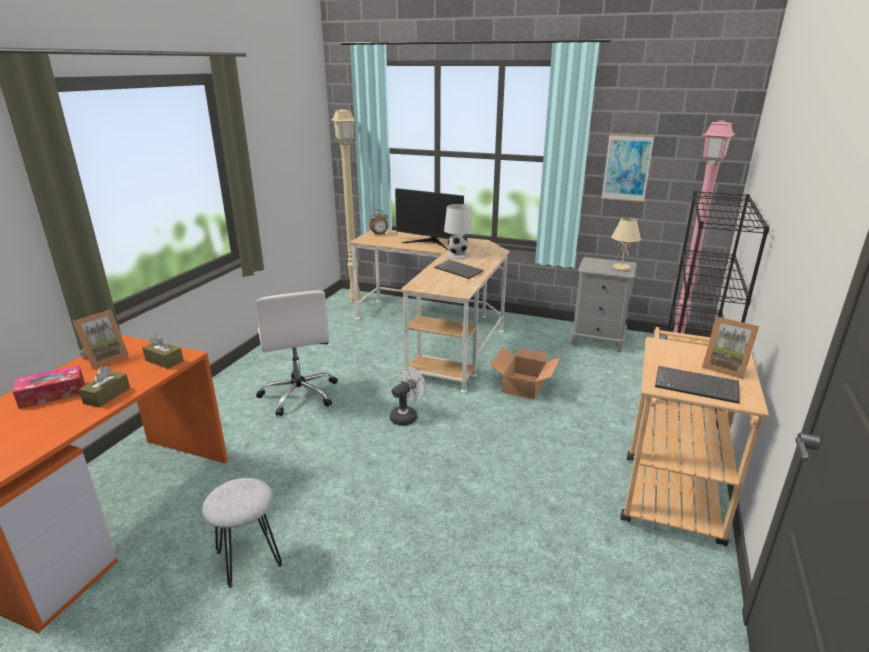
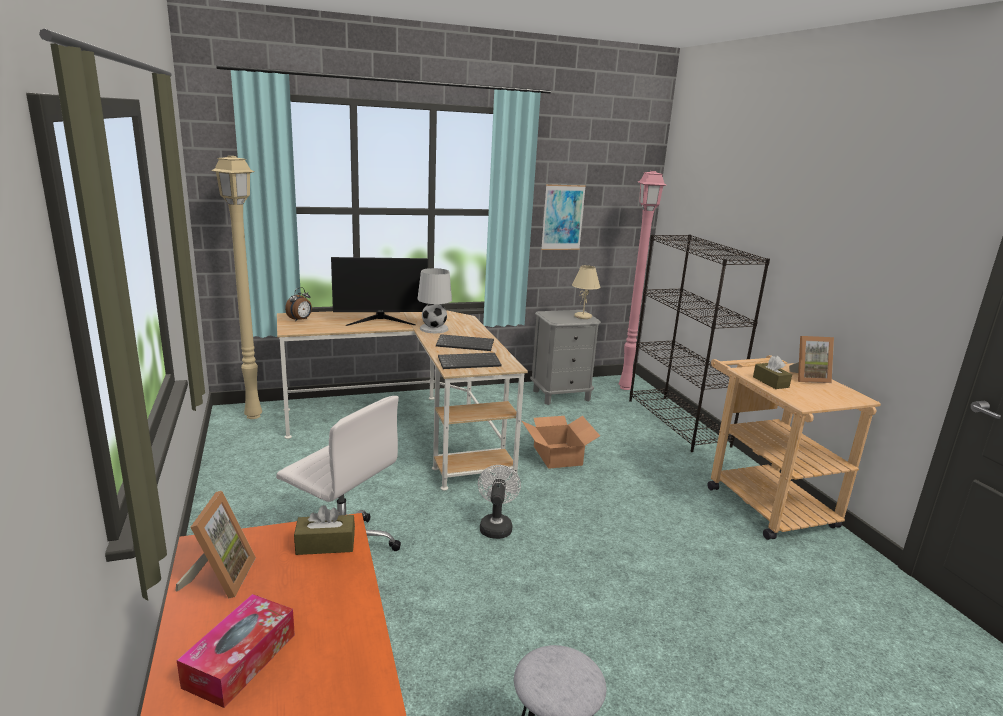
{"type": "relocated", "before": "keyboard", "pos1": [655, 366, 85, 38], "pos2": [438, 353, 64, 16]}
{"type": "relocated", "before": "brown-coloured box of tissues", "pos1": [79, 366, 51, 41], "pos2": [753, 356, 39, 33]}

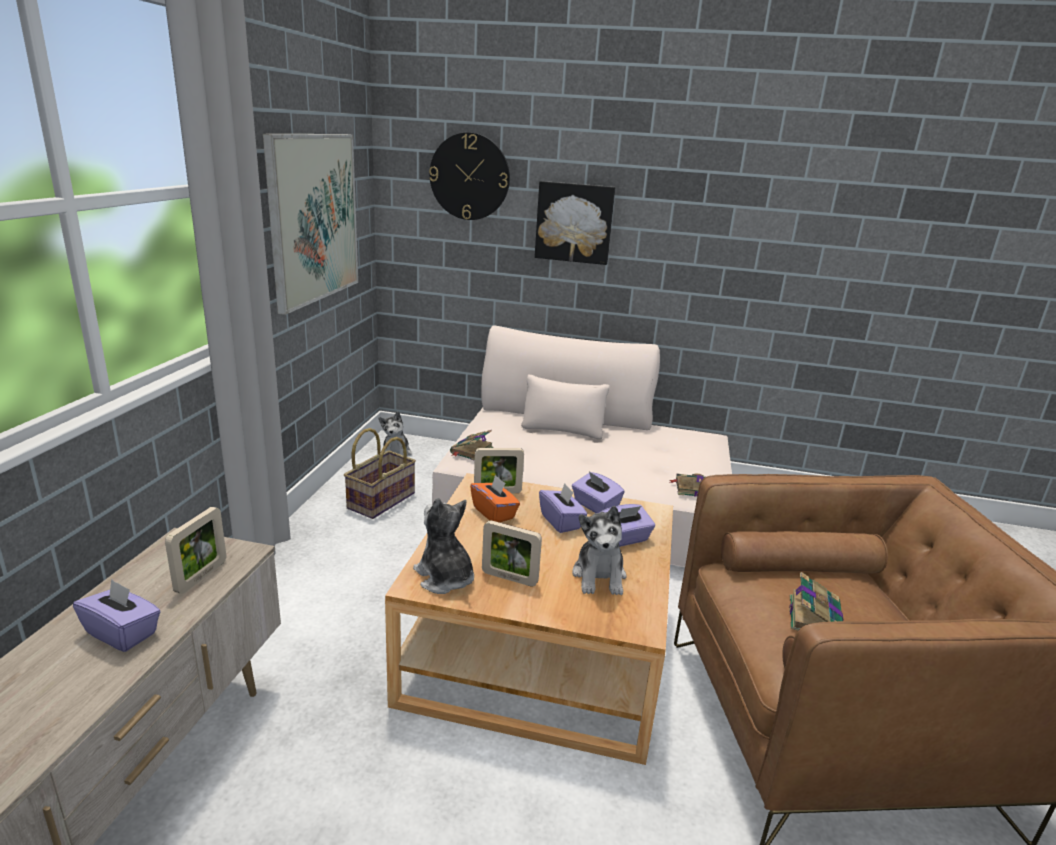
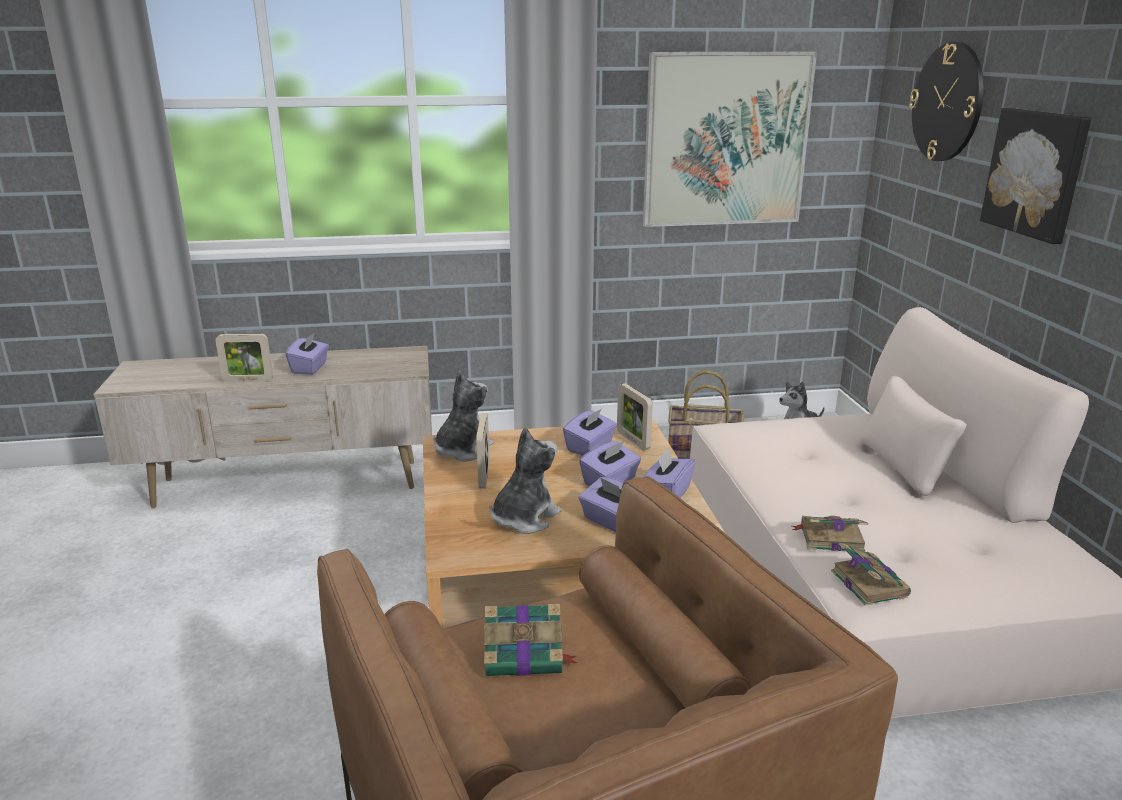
{"type": "relocated", "before": "photo frame", "pos1": [165, 507, 61, 87], "pos2": [215, 334, 58, 49]}
{"type": "spun", "before": "soft toy", "pos1": [572, 506, 55, 89], "pos2": [490, 427, 72, 107], "turn": 150}
{"type": "colour", "before": "orange-coloured box of tissues", "after": "purplish box of tissues", "pos1": [470, 474, 50, 49], "pos2": [563, 409, 54, 47]}
{"type": "relocated", "before": "book", "pos1": [450, 430, 44, 31], "pos2": [792, 516, 76, 35]}

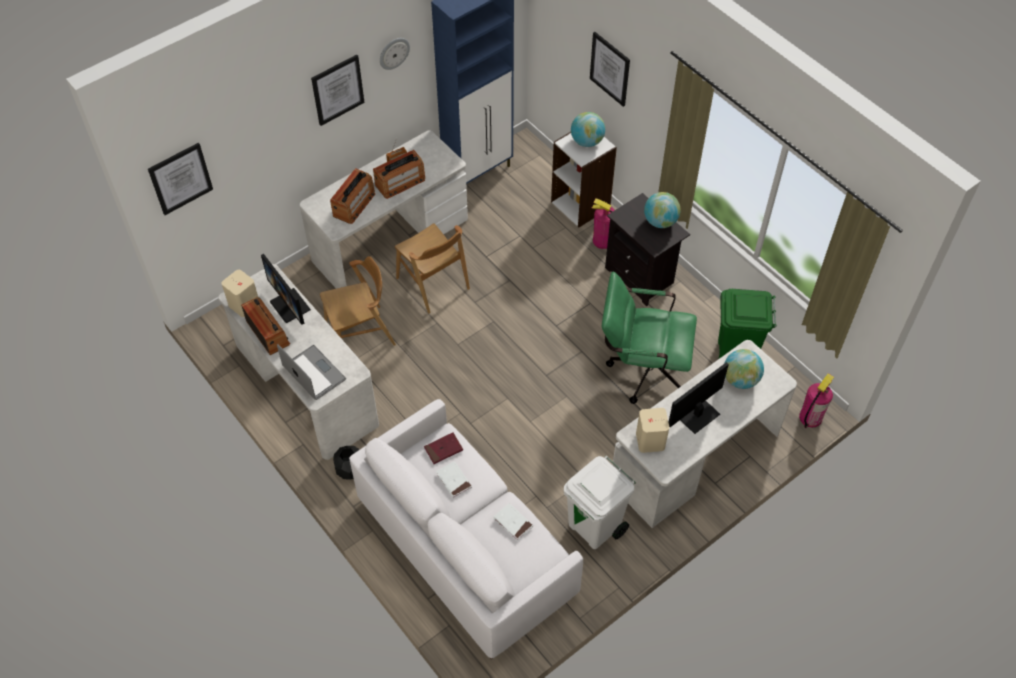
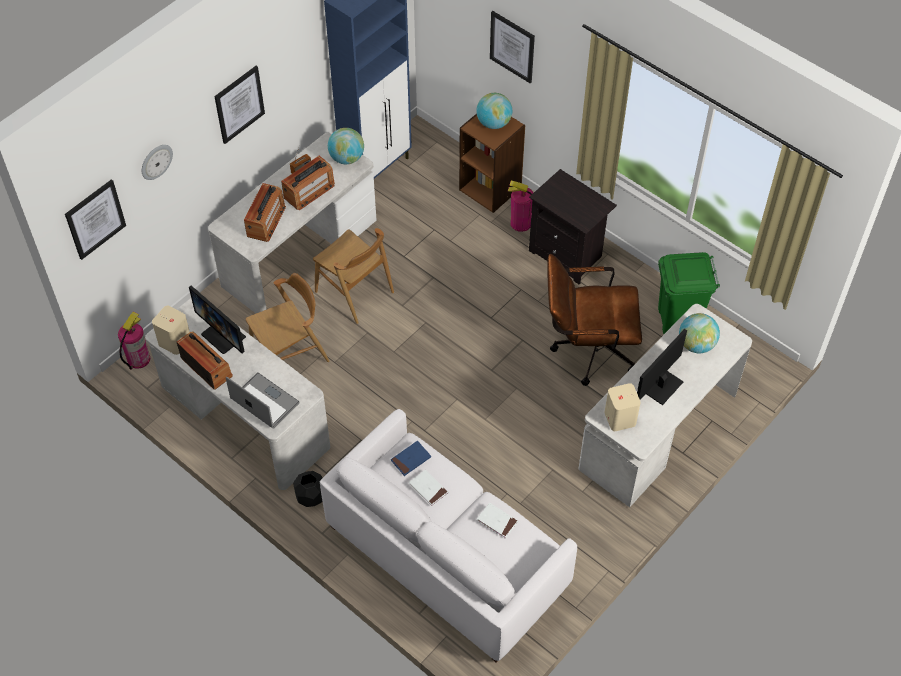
{"type": "relocated", "before": "extinguisher", "pos1": [799, 374, 35, 54], "pos2": [118, 312, 32, 58]}
{"type": "relocated", "before": "hanging clock", "pos1": [380, 38, 30, 32], "pos2": [142, 145, 31, 35]}
{"type": "relocated", "before": "globe", "pos1": [644, 192, 37, 36], "pos2": [328, 128, 36, 36]}
{"type": "colour", "before": "red book", "after": "blue book", "pos1": [424, 432, 39, 32], "pos2": [391, 441, 40, 35]}
{"type": "colour", "before": "whitish shelving unit", "after": "brown-coloured shelving unit", "pos1": [551, 132, 66, 96], "pos2": [459, 114, 66, 99]}
{"type": "colour", "before": "green-coloured desk chair", "after": "brown-coloured desk chair", "pos1": [602, 271, 95, 133], "pos2": [547, 254, 95, 132]}
{"type": "missing", "before": "whitish trash can", "pos1": [564, 455, 72, 94]}

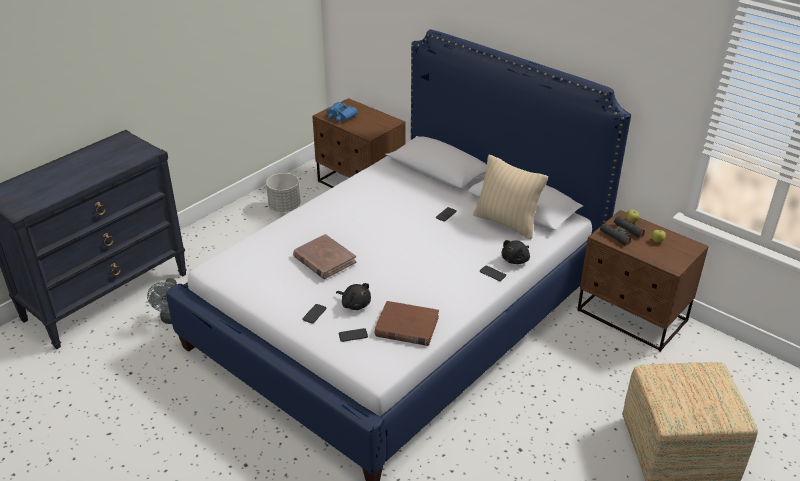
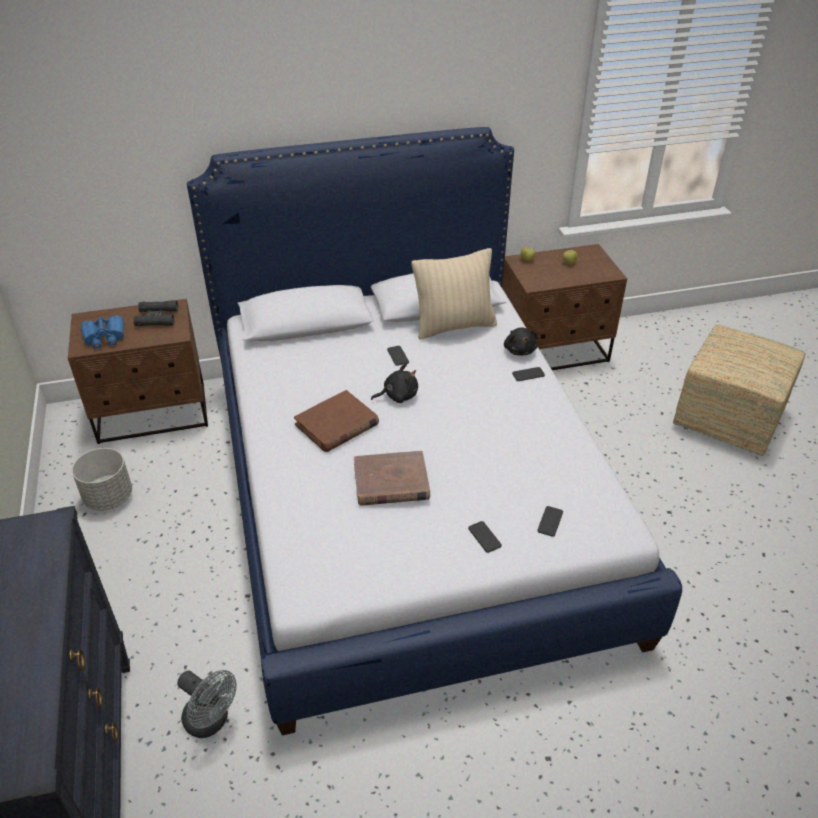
{"type": "relocated", "before": "blackish field glasses", "pos1": [600, 216, 45, 30], "pos2": [133, 300, 45, 26]}
{"type": "relocated", "before": "brown-coloured book", "pos1": [375, 301, 64, 45], "pos2": [294, 390, 85, 62]}
{"type": "relocated", "before": "blackish soft toy", "pos1": [336, 283, 35, 27], "pos2": [371, 364, 47, 39]}

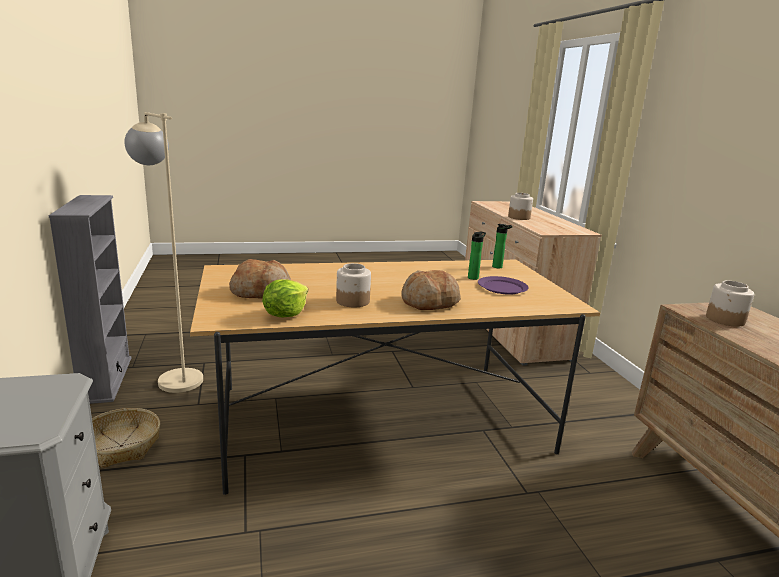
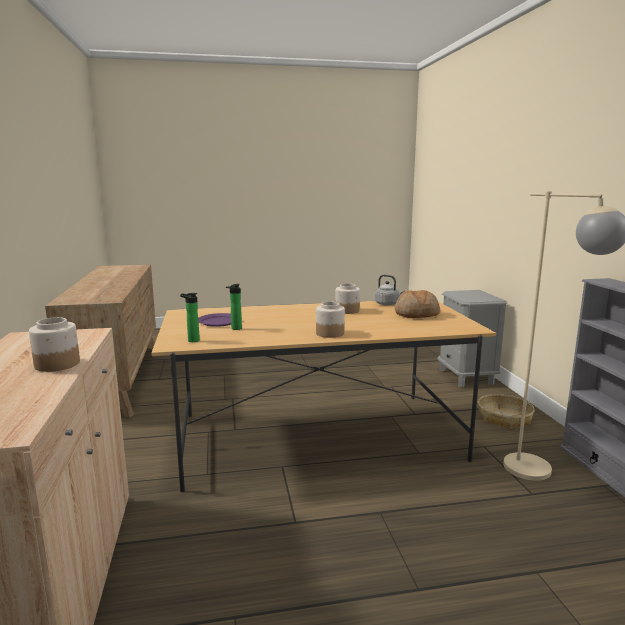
{"type": "relocated", "before": "storage jar", "pos1": [706, 281, 48, 46], "pos2": [316, 302, 29, 36]}
{"type": "exchanged", "before": "lettuce", "after": "greyish tea kettle", "pos1": [262, 279, 46, 38], "pos2": [375, 275, 30, 31]}
{"type": "missing", "before": "bakery bread", "pos1": [401, 270, 60, 40]}

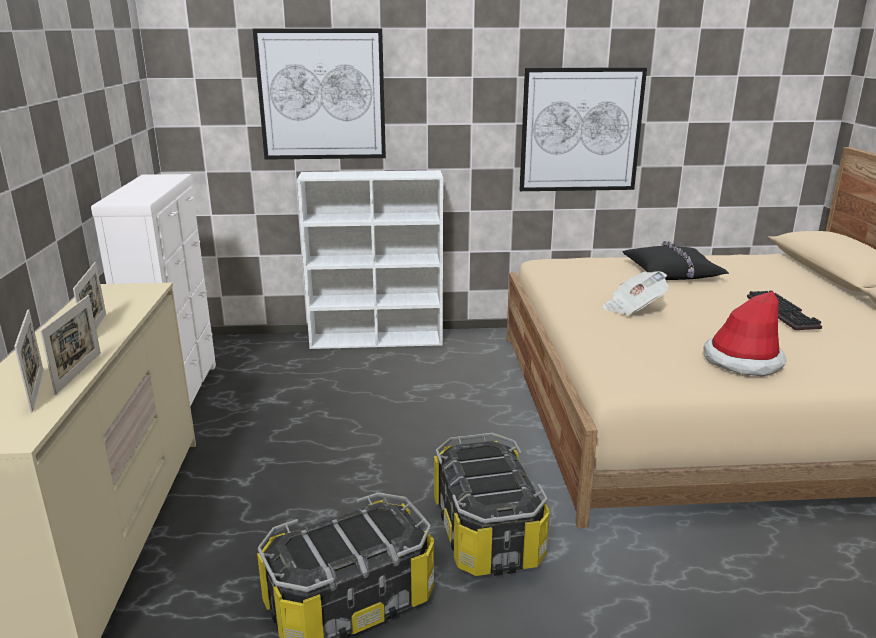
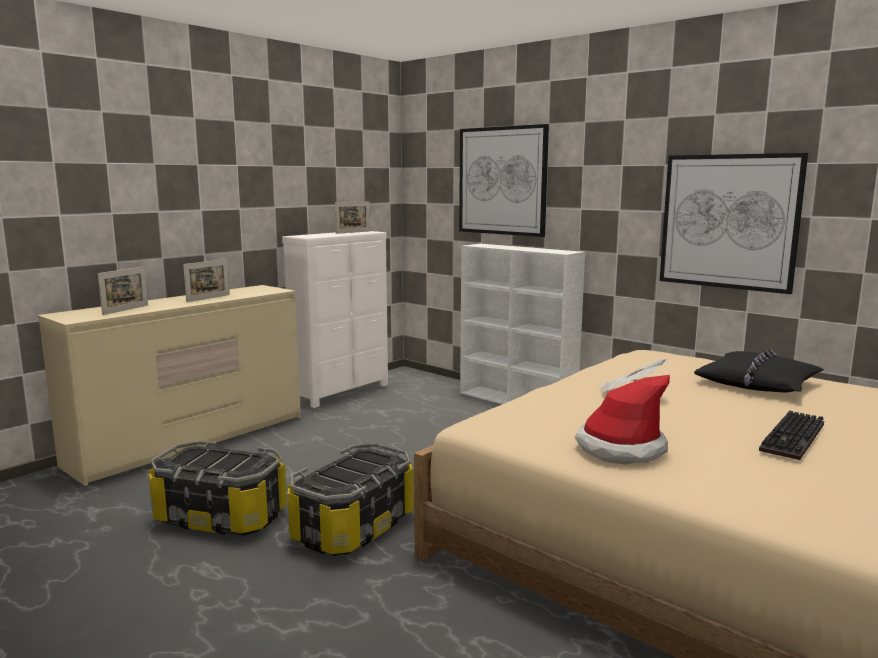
{"type": "relocated", "before": "photo frame", "pos1": [40, 295, 61, 100], "pos2": [335, 201, 35, 33]}

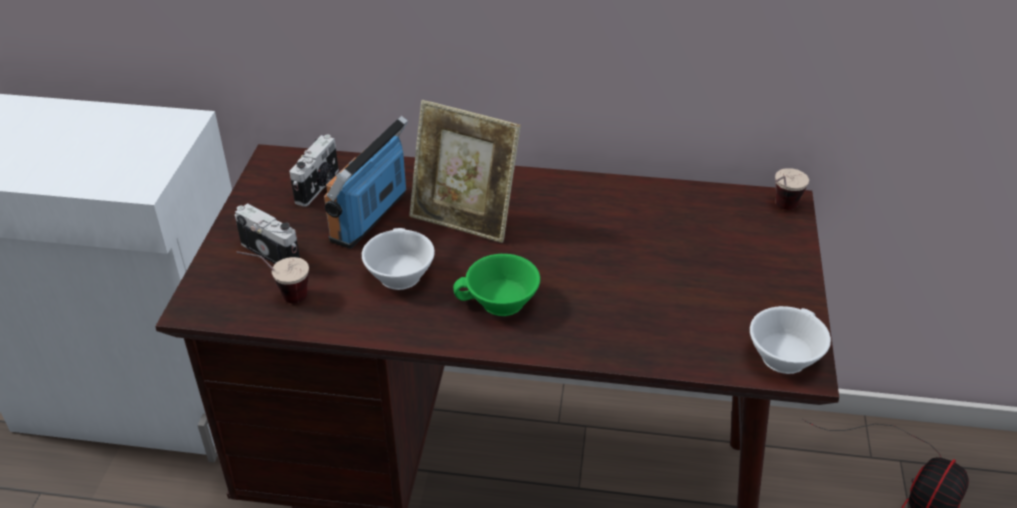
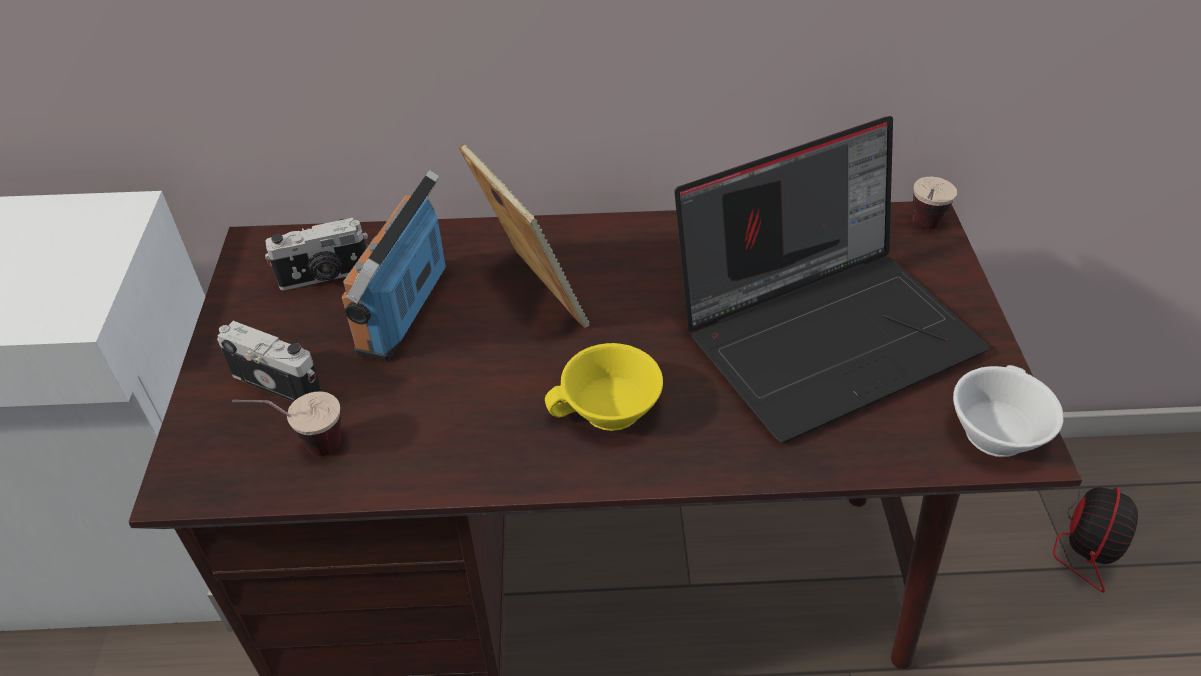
{"type": "spun", "before": "still camera", "pos1": [290, 135, 49, 72], "pos2": [265, 218, 103, 72], "turn": 60}
{"type": "spun", "before": "photo frame", "pos1": [409, 100, 112, 143], "pos2": [459, 143, 130, 185], "turn": -135}
{"type": "colour", "before": "green-coloured cup", "after": "yellow-coloured cup", "pos1": [453, 254, 87, 62], "pos2": [545, 343, 118, 88]}
{"type": "appeared", "after": "notebook computer", "pos2": [674, 116, 315, 327]}
{"type": "missing", "before": "whitish cup", "pos1": [362, 228, 73, 62]}

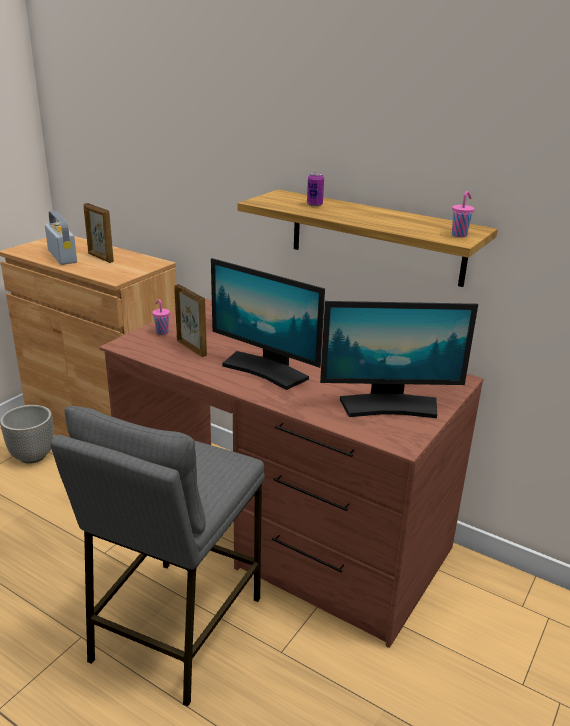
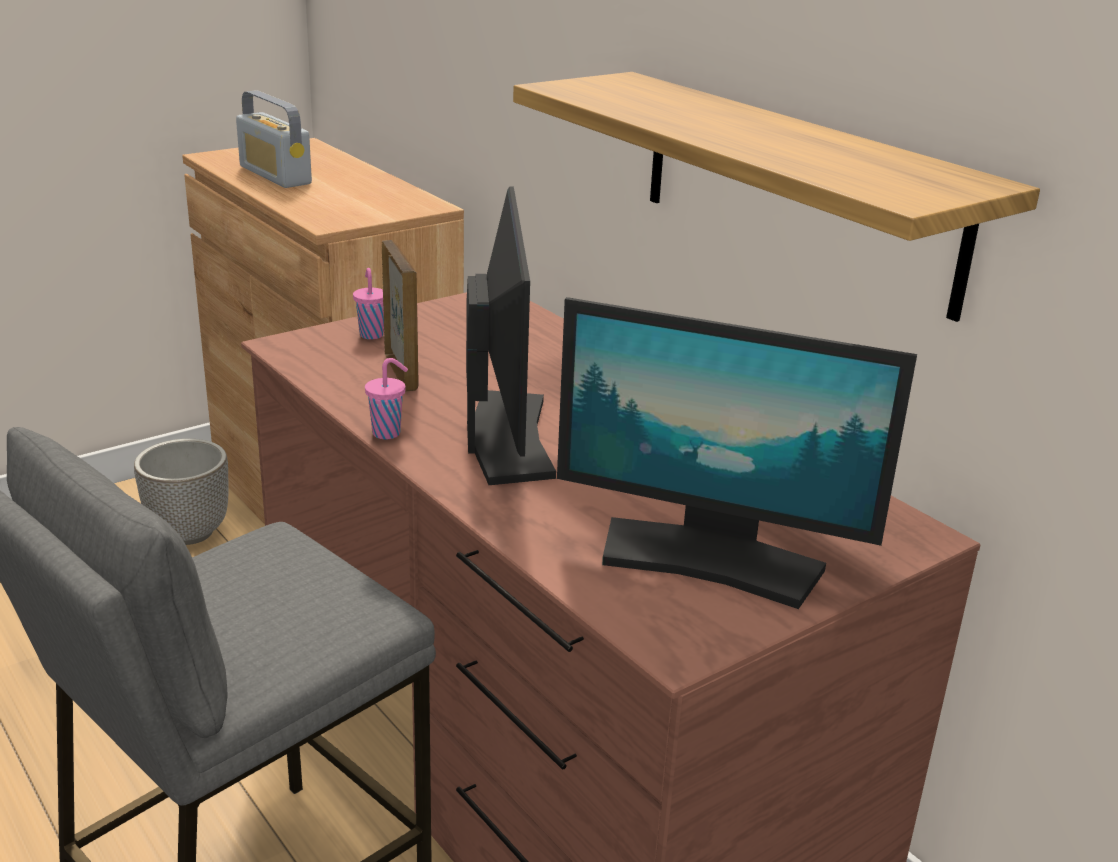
{"type": "spun", "before": "radio", "pos1": [45, 211, 32, 54], "pos2": [236, 90, 76, 98], "turn": 150}
{"type": "relocated", "before": "pinkish cup", "pos1": [452, 191, 23, 47], "pos2": [365, 358, 43, 81]}
{"type": "spun", "before": "monitor", "pos1": [211, 258, 114, 132], "pos2": [466, 186, 90, 299], "turn": -150}
{"type": "missing", "before": "photo frame", "pos1": [83, 203, 31, 60]}
{"type": "missing", "before": "sealed can", "pos1": [307, 172, 17, 34]}

